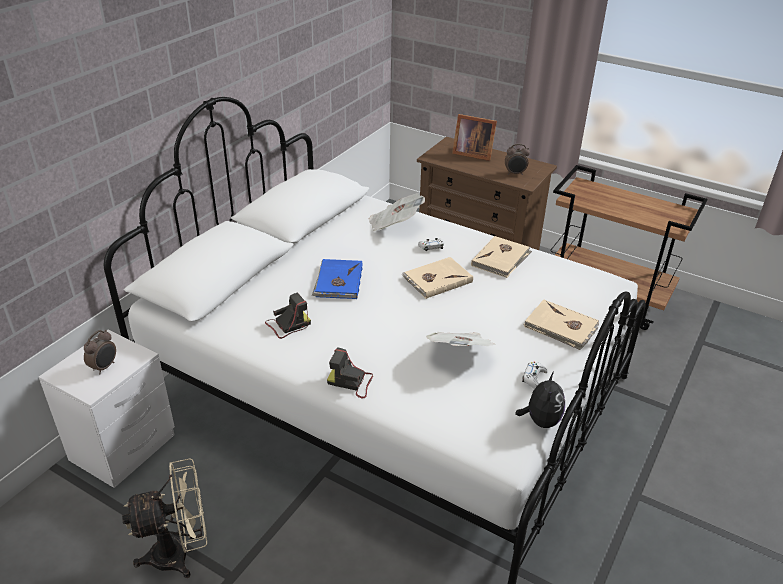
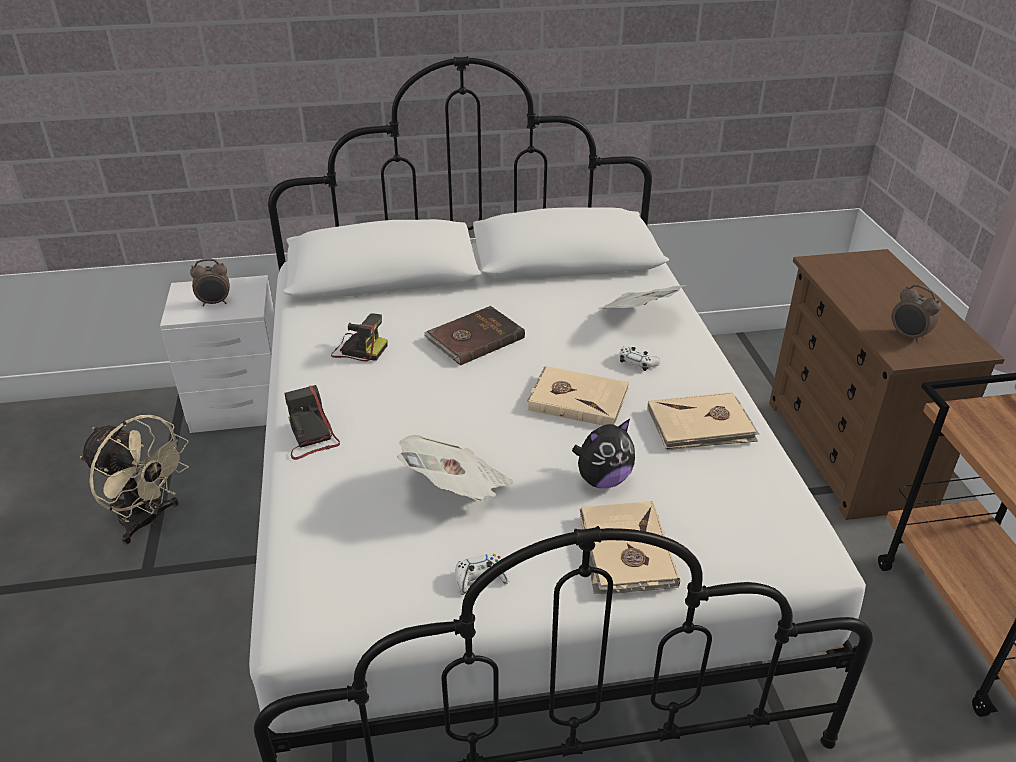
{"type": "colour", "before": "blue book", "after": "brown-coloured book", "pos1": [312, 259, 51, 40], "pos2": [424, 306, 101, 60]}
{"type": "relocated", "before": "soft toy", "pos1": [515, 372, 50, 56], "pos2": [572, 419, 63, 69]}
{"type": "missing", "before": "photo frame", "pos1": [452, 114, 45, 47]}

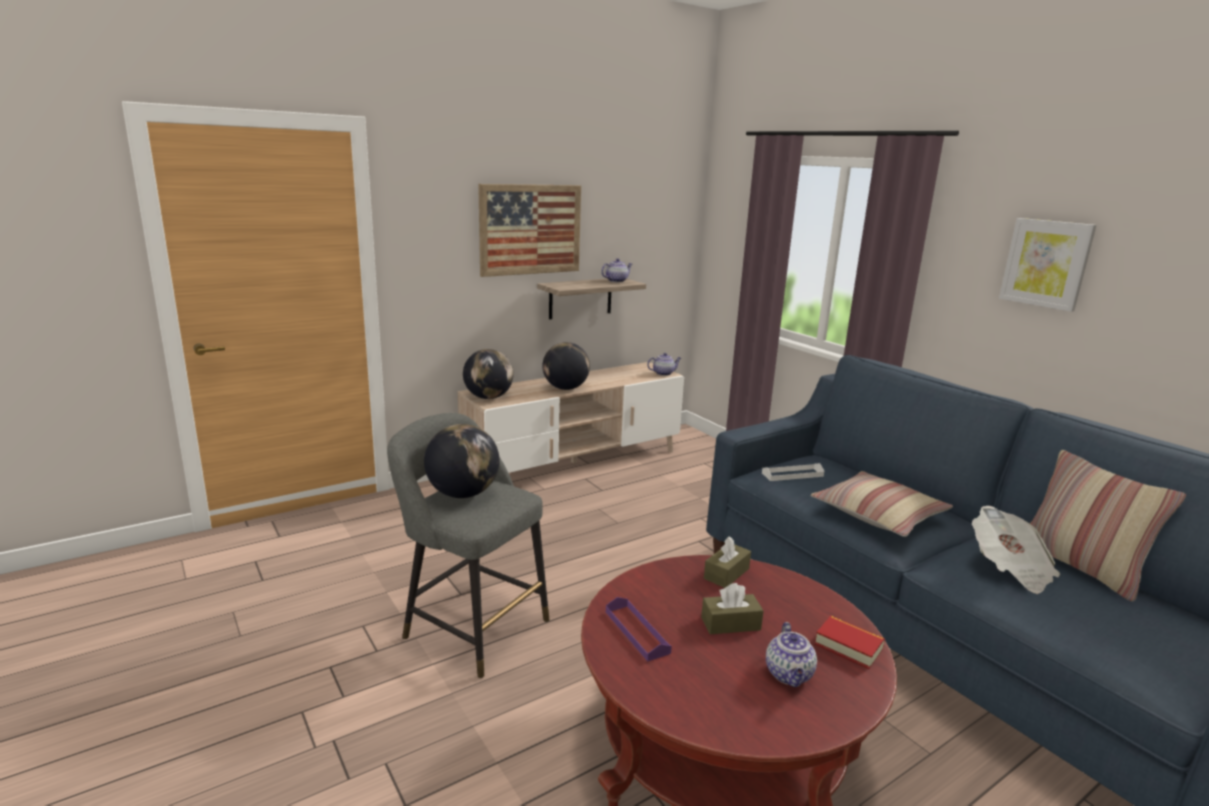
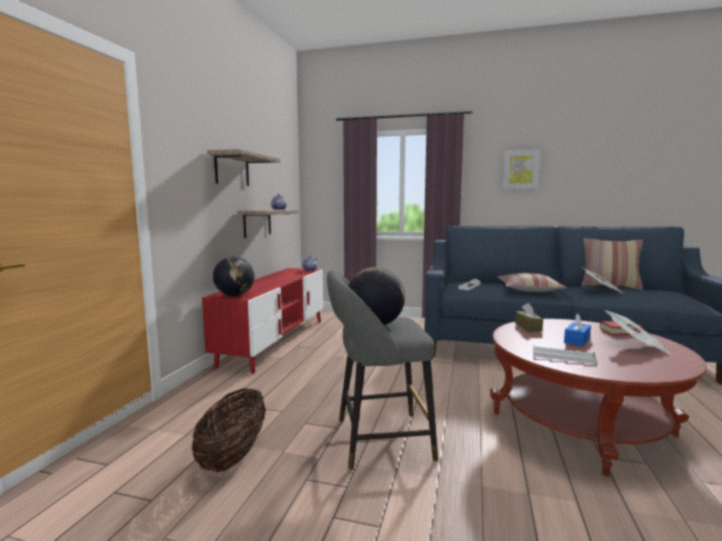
{"type": "appeared", "after": "basket", "pos2": [192, 388, 74, 84]}
{"type": "colour", "before": "beige media console", "after": "red media console", "pos1": [458, 362, 226, 111], "pos2": [202, 268, 121, 105]}
{"type": "exchanged", "before": "wall picture", "after": "shelf", "pos1": [478, 184, 103, 93], "pos2": [207, 149, 73, 37]}
{"type": "colour", "before": "purplish serving tray", "after": "whitish serving tray", "pos1": [606, 597, 66, 64], "pos2": [533, 345, 63, 19]}
{"type": "colour", "before": "brown-coloured box of tissues", "after": "blue box of tissues", "pos1": [701, 583, 63, 51], "pos2": [564, 314, 27, 32]}
{"type": "exchanged", "before": "teapot", "after": "newspaper", "pos1": [766, 622, 51, 65], "pos2": [604, 310, 67, 44]}
{"type": "missing", "before": "globe", "pos1": [542, 342, 48, 48]}

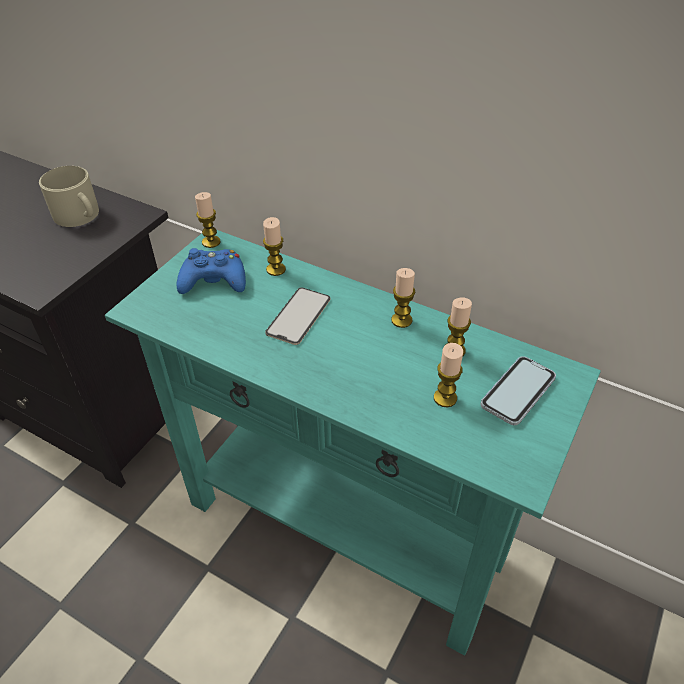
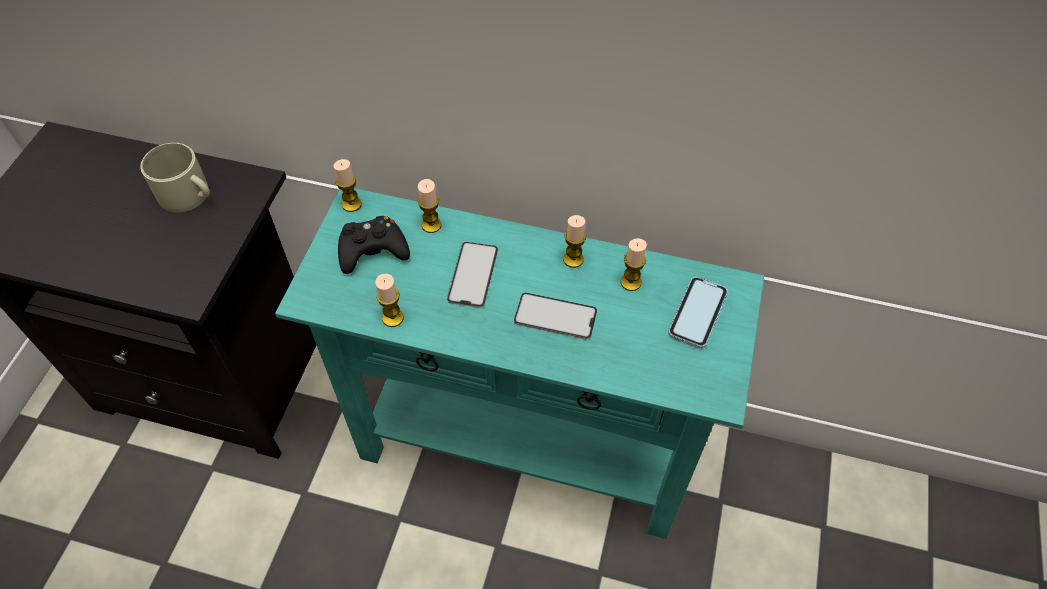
{"type": "colour", "before": "blue game controller", "after": "blackish game controller", "pos1": [177, 248, 69, 46], "pos2": [338, 216, 72, 58]}
{"type": "relocated", "before": "candle", "pos1": [434, 343, 29, 64], "pos2": [375, 273, 29, 54]}
{"type": "appeared", "after": "phone", "pos2": [514, 292, 83, 48]}

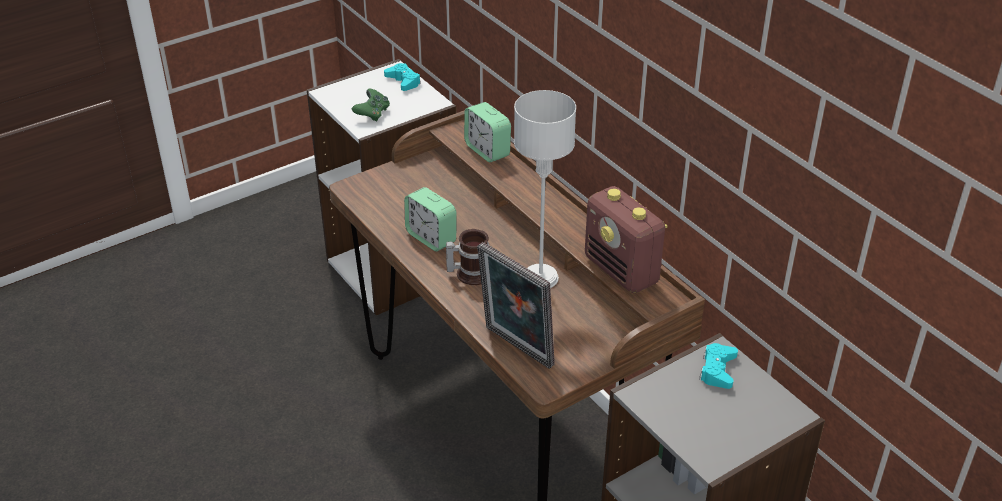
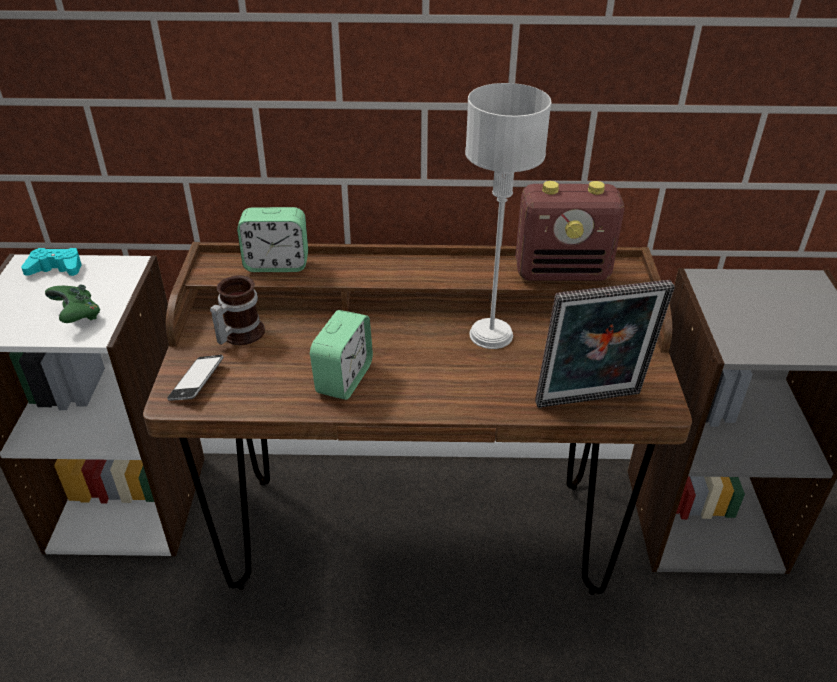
{"type": "appeared", "after": "phone", "pos2": [167, 355, 57, 46]}
{"type": "relocated", "before": "coffee mug", "pos1": [446, 229, 44, 56], "pos2": [210, 275, 55, 70]}
{"type": "spun", "before": "table clock", "pos1": [404, 187, 52, 64], "pos2": [310, 310, 63, 90], "turn": -60}
{"type": "missing", "before": "blue-green game controller", "pos1": [699, 343, 39, 46]}

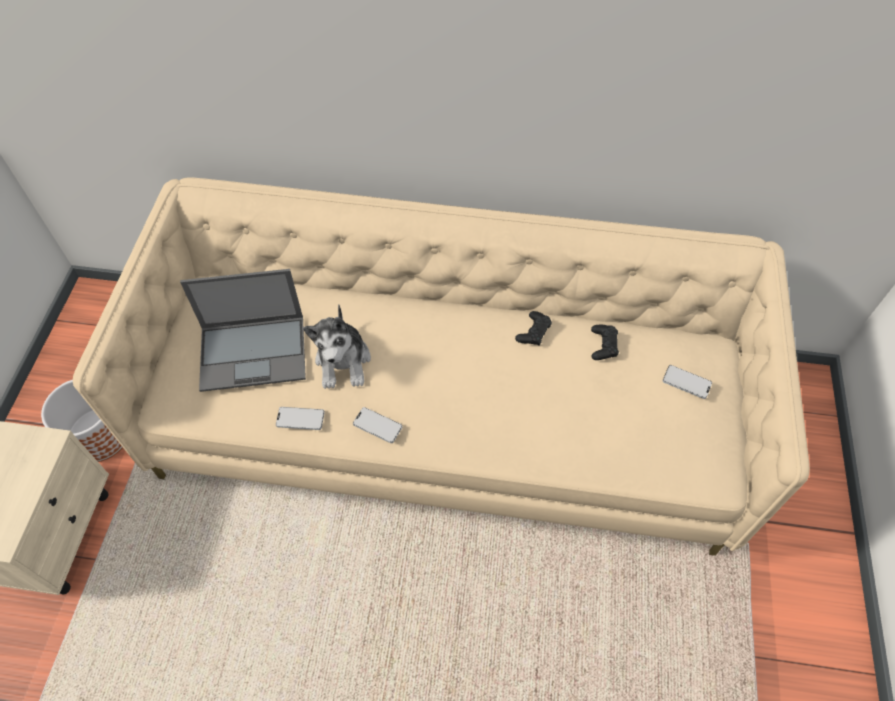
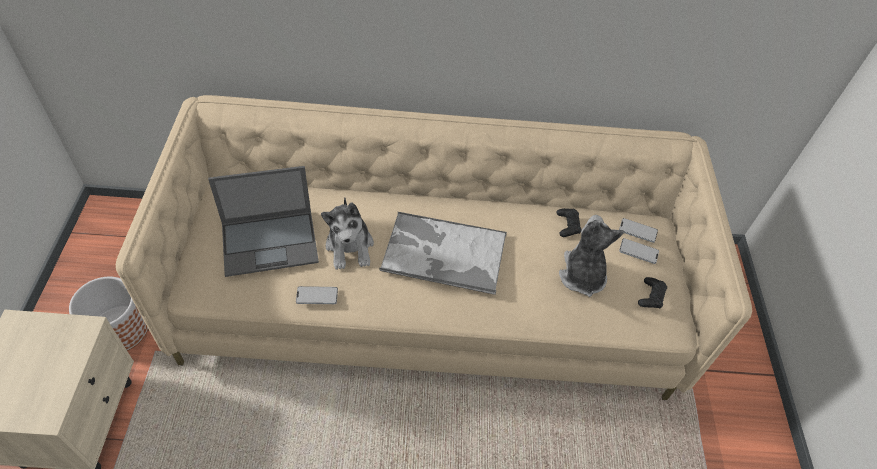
{"type": "appeared", "after": "serving tray", "pos2": [379, 211, 128, 84]}
{"type": "appeared", "after": "soft toy", "pos2": [559, 215, 65, 82]}
{"type": "relocated", "before": "phone", "pos1": [353, 407, 50, 36], "pos2": [619, 218, 39, 25]}
{"type": "relocated", "before": "blackish game controller", "pos1": [515, 311, 37, 34], "pos2": [638, 277, 29, 32]}

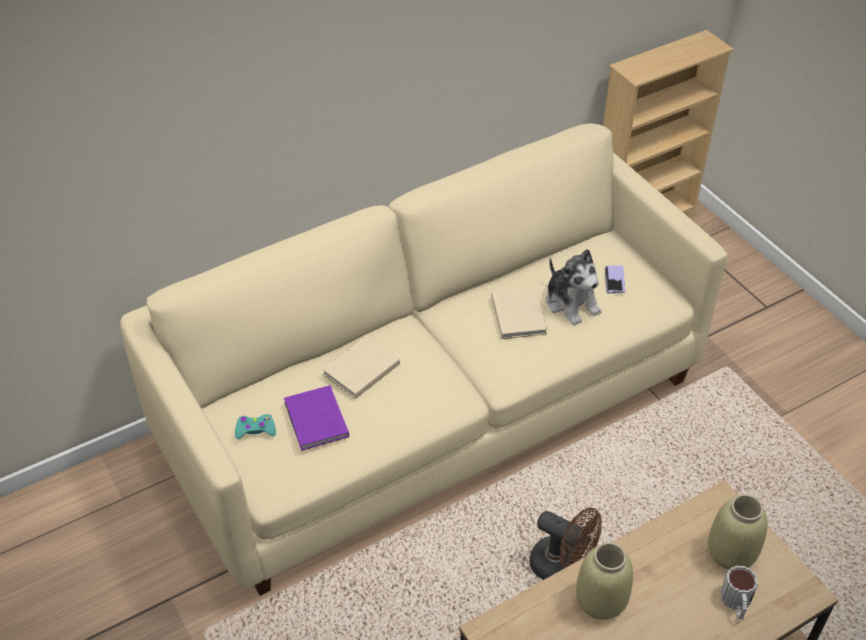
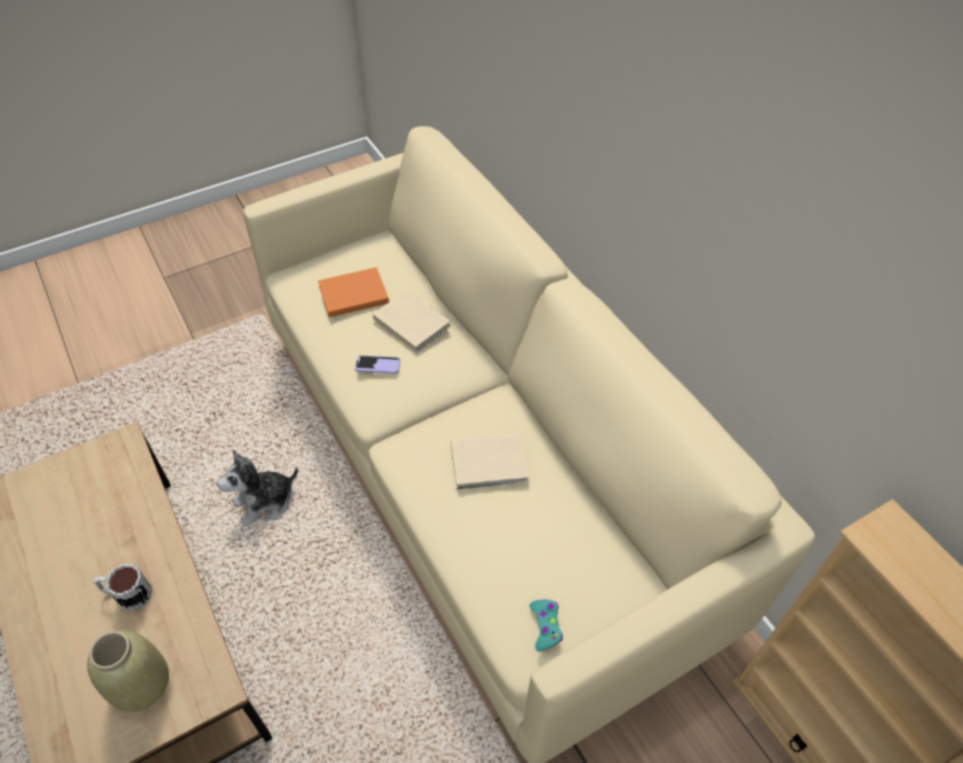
{"type": "relocated", "before": "coffee mug", "pos1": [720, 566, 38, 53], "pos2": [94, 564, 58, 46]}
{"type": "relocated", "before": "soft toy", "pos1": [547, 249, 54, 77], "pos2": [216, 449, 82, 77]}
{"type": "colour", "before": "purplish book", "after": "orange-coloured book", "pos1": [284, 385, 65, 66], "pos2": [318, 267, 71, 50]}
{"type": "relocated", "before": "phone", "pos1": [605, 265, 20, 29], "pos2": [355, 355, 45, 19]}
{"type": "relocated", "before": "blue-green game controller", "pos1": [235, 414, 41, 25], "pos2": [529, 599, 34, 53]}
{"type": "missing", "before": "brown-coloured cooling fan", "pos1": [529, 508, 73, 72]}
{"type": "missing", "before": "beige decorative vase", "pos1": [576, 542, 57, 78]}

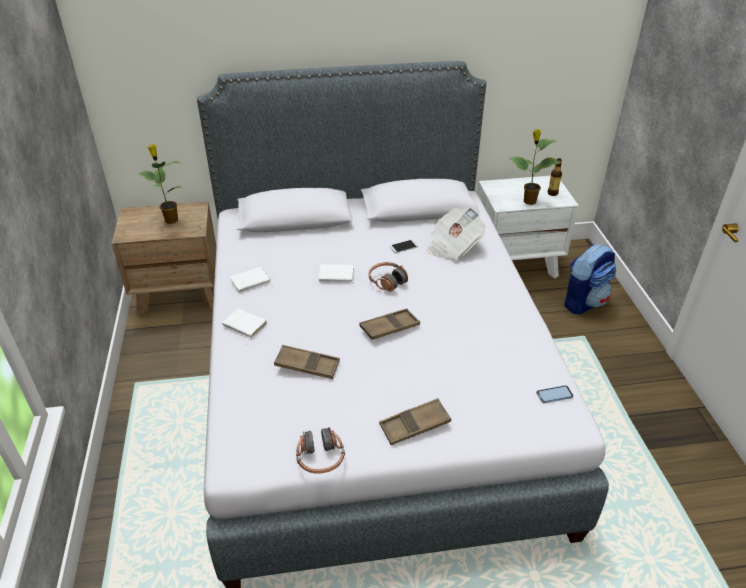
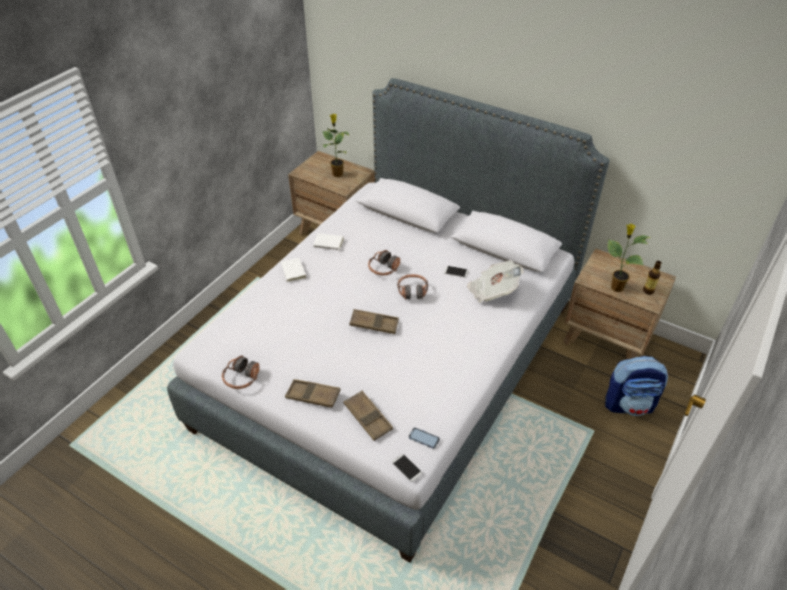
{"type": "relocated", "before": "brown-coloured serving tray", "pos1": [274, 345, 66, 34], "pos2": [344, 391, 49, 50]}
{"type": "exchanged", "before": "whitish book", "after": "headset", "pos1": [319, 264, 35, 21], "pos2": [368, 250, 32, 25]}
{"type": "appeared", "after": "phone", "pos2": [392, 454, 30, 28]}
{"type": "colour", "before": "whitish night table", "after": "brown-coloured night table", "pos1": [477, 176, 102, 102], "pos2": [563, 248, 113, 111]}

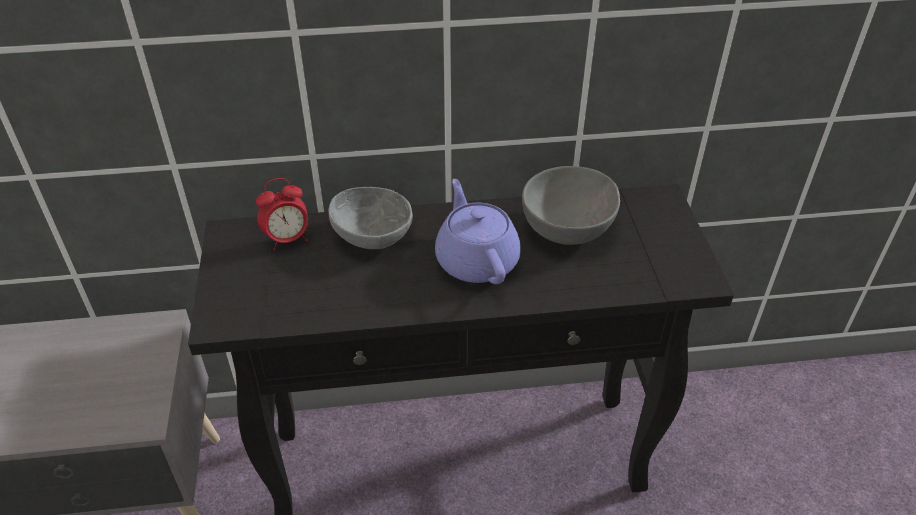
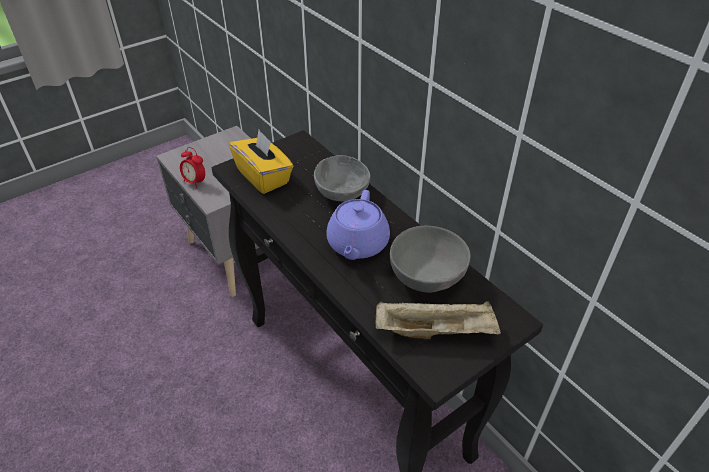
{"type": "relocated", "before": "table clock", "pos1": [256, 178, 52, 73], "pos2": [180, 147, 25, 40]}
{"type": "appeared", "after": "yellow-coloured box of tissues", "pos2": [229, 130, 64, 64]}
{"type": "spun", "before": "purplish teapot", "pos1": [435, 179, 86, 105], "pos2": [326, 190, 64, 70], "turn": 150}
{"type": "appeared", "after": "beige serving tray", "pos2": [375, 301, 126, 38]}

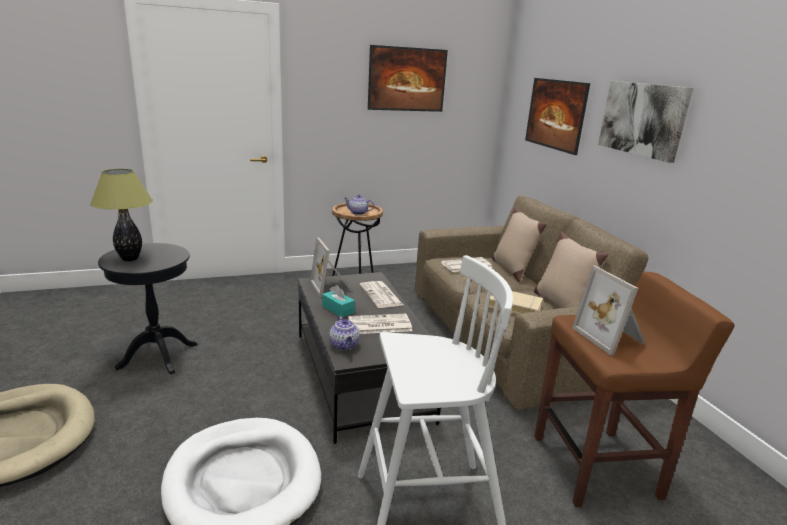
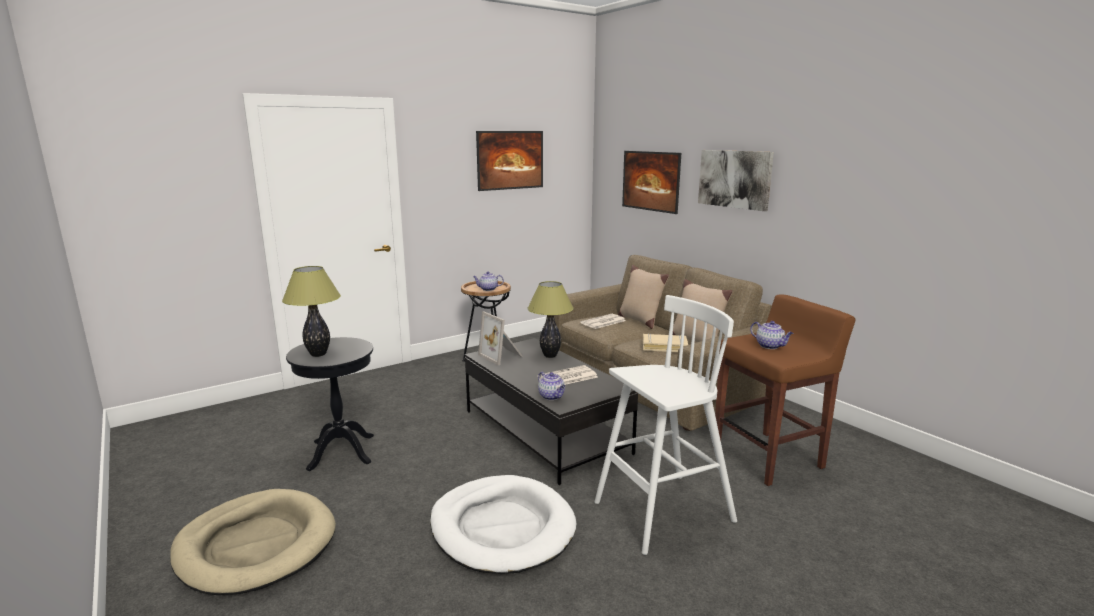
{"type": "exchanged", "before": "newspaper", "after": "tabletop lamp", "pos1": [359, 281, 44, 27], "pos2": [527, 281, 47, 77]}
{"type": "exchanged", "before": "photo frame", "after": "teapot", "pos1": [572, 266, 74, 90], "pos2": [750, 321, 43, 28]}
{"type": "missing", "before": "blue-green box of tissues", "pos1": [322, 285, 33, 32]}

